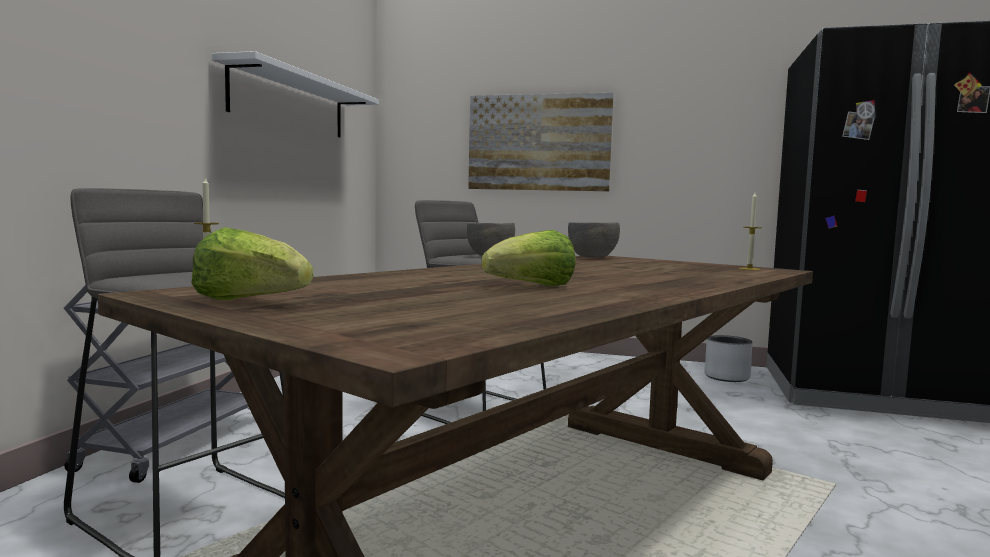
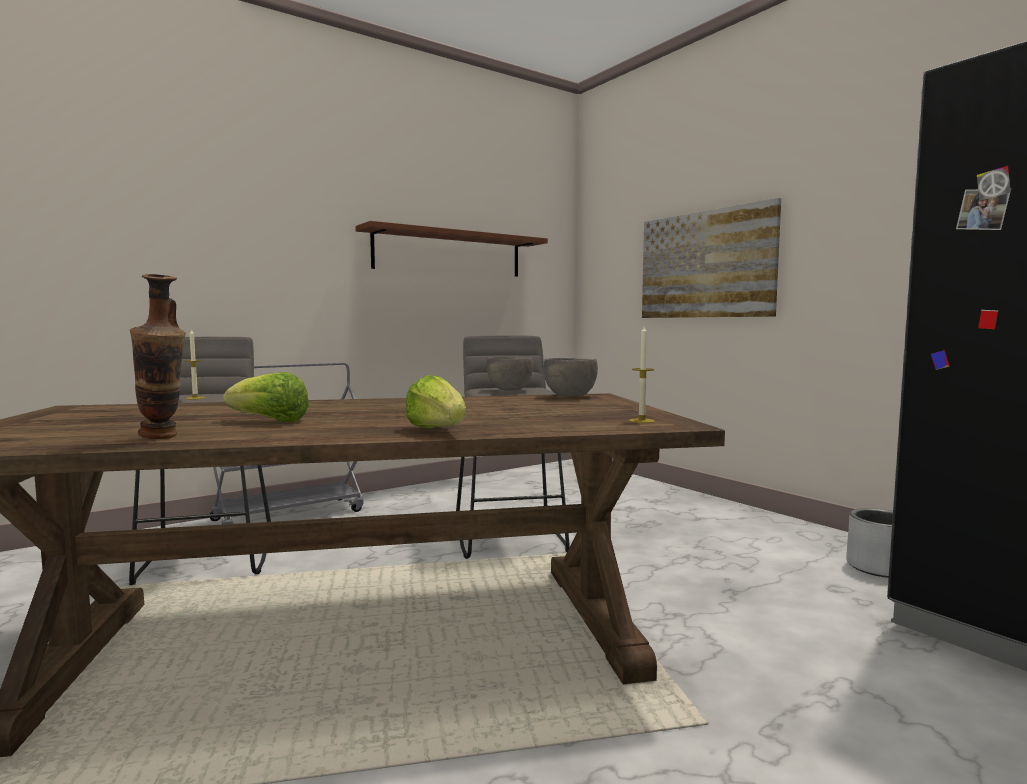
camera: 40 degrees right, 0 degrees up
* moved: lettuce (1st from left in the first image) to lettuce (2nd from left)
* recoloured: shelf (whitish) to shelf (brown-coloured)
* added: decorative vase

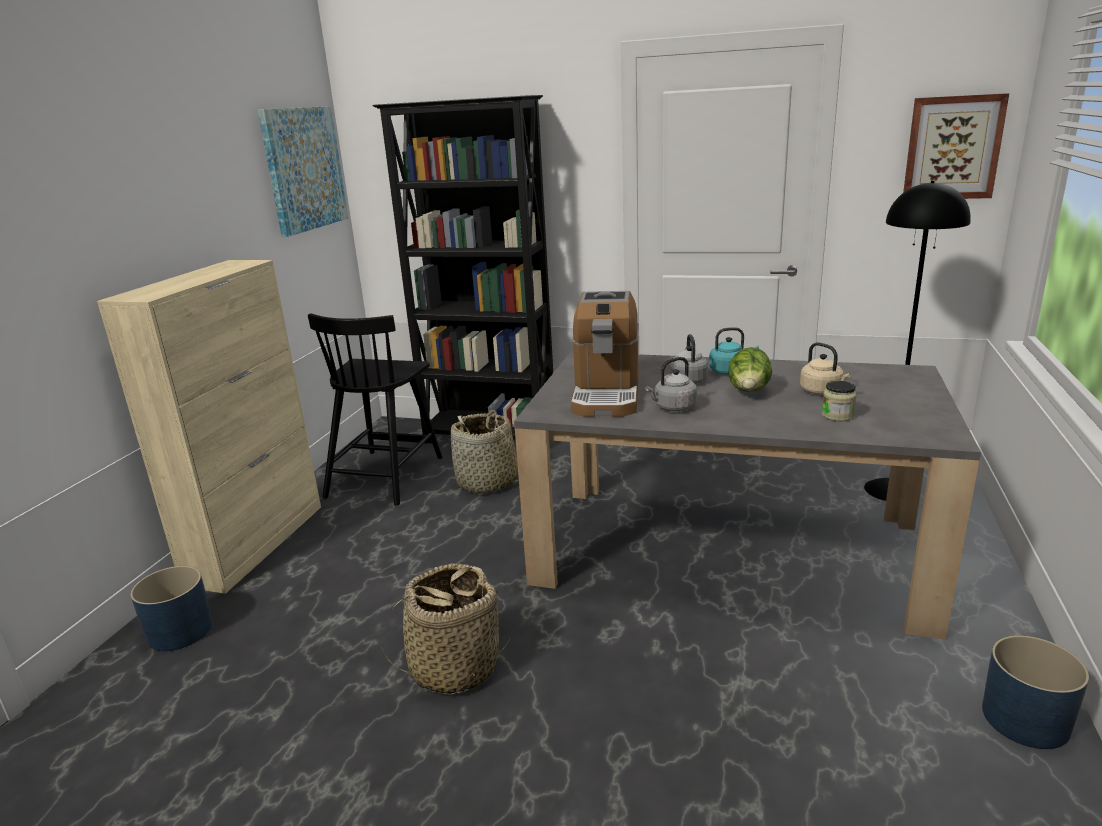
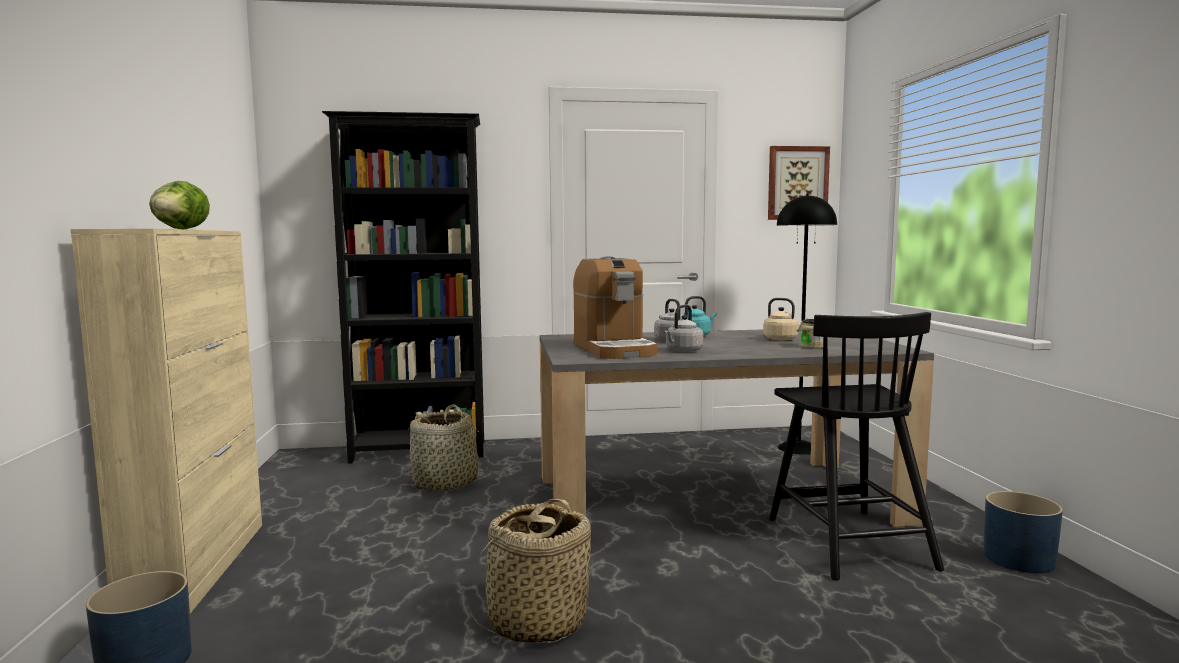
camera: 25 degrees left, 15 degrees down
* removed: wall picture (1st from left)
* moved: upright chair (blackish)
* moved: lettuce

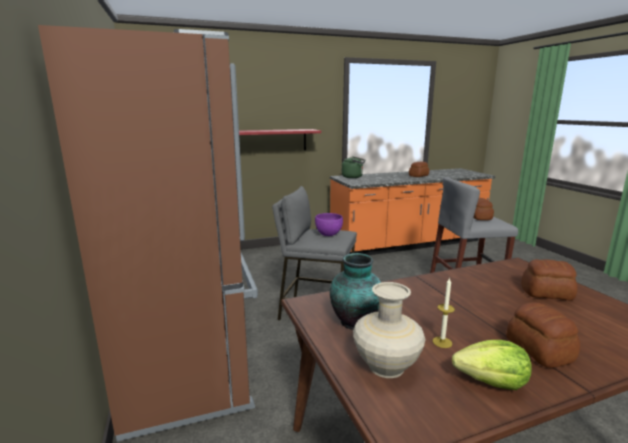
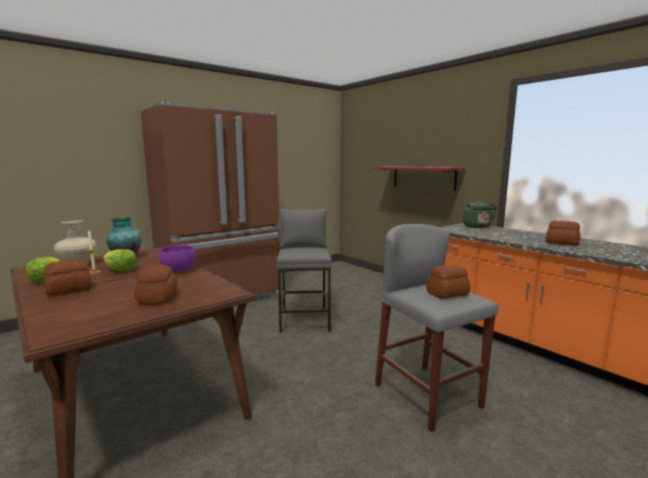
camera: 70 degrees right, 5 degrees down
* moved: deep dish (purple)
* added: lettuce (2nd from left)

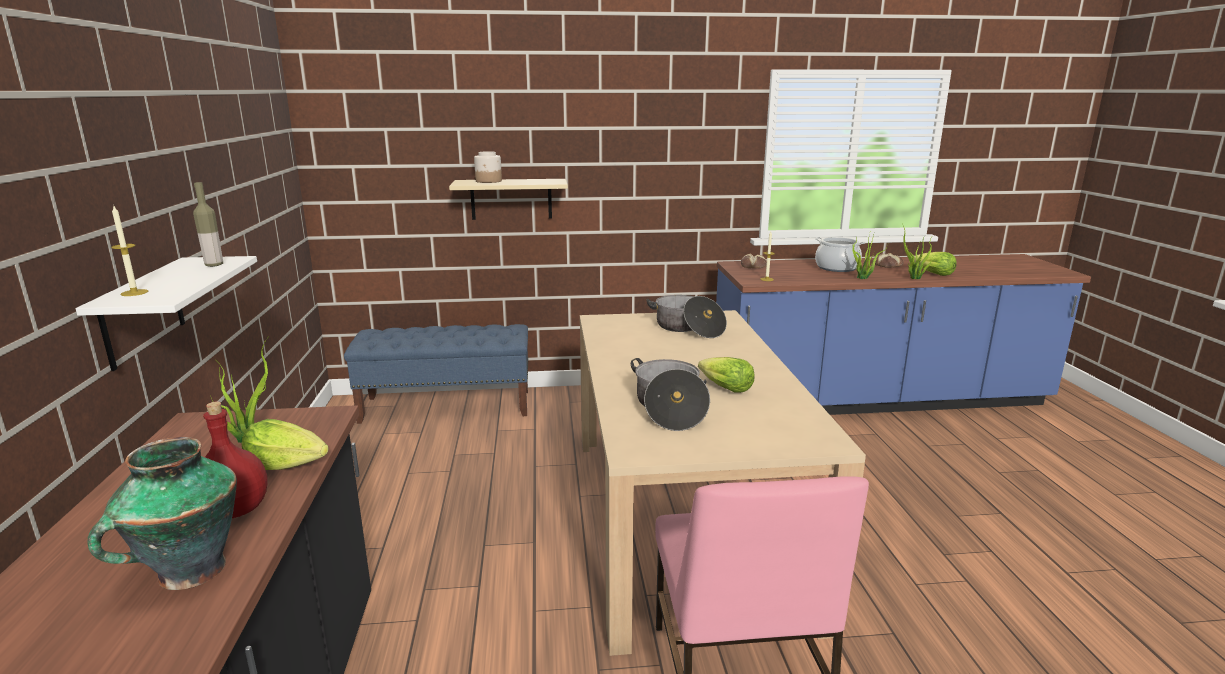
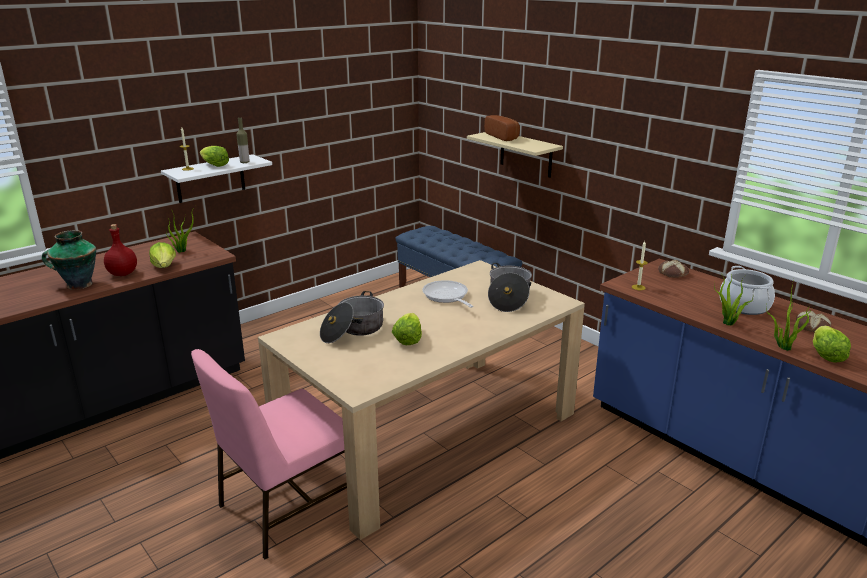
camera: 55 degrees right, 5 degrees up
* replaced: jar to bread (1st from left)
* added: lettuce (2nd from left)
* added: pan

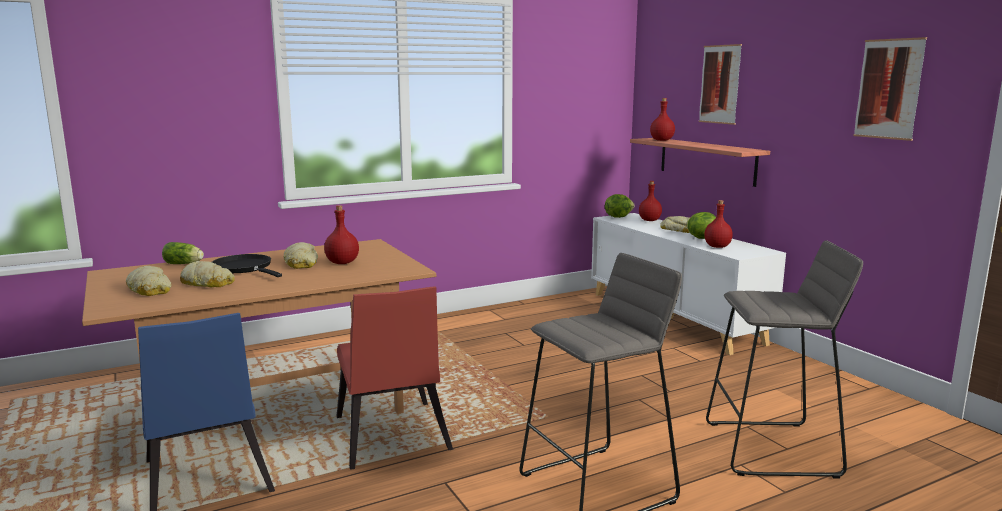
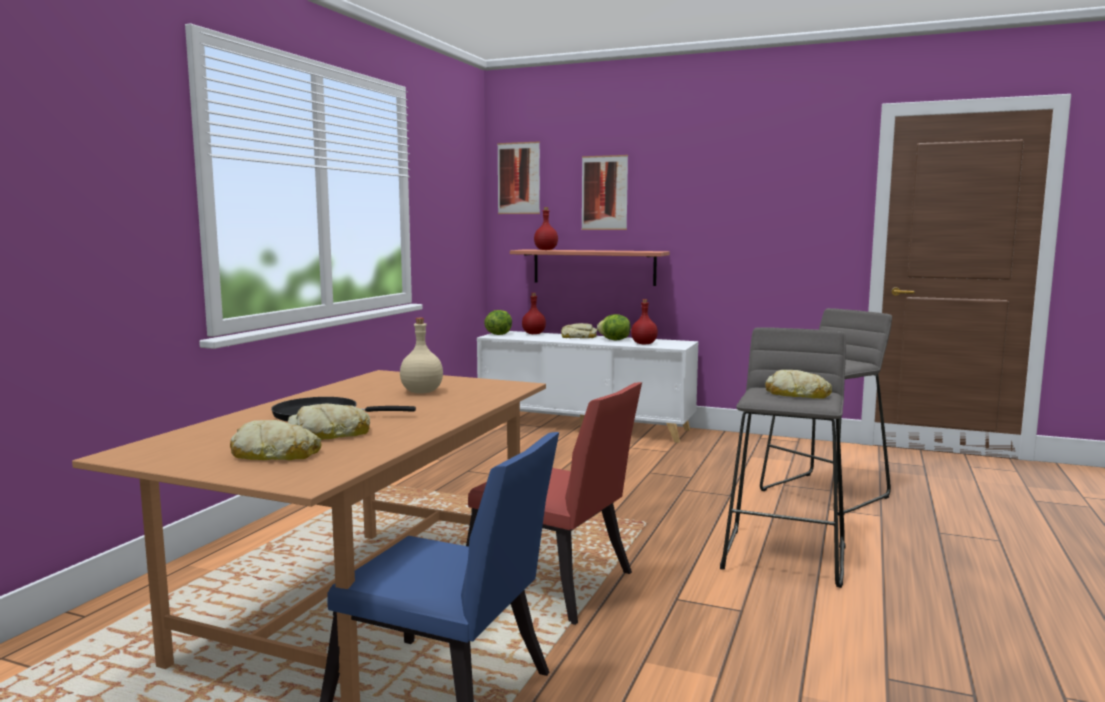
camera: 40 degrees left, 5 degrees down
* removed: lettuce (1st from left)
* moved: bread (3rd from left in the first image) to bread (4th from left)
* recoloured: beverage bottle (red) (1st from left) to beverage bottle (beige)
* moved: wall picture (2nd from left in the first image) to wall picture (1st from left)

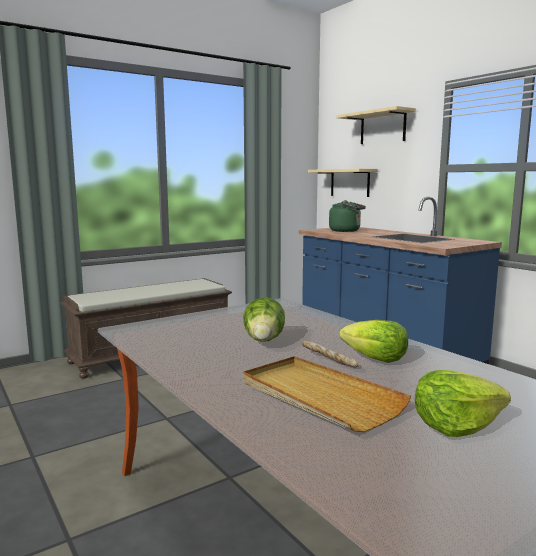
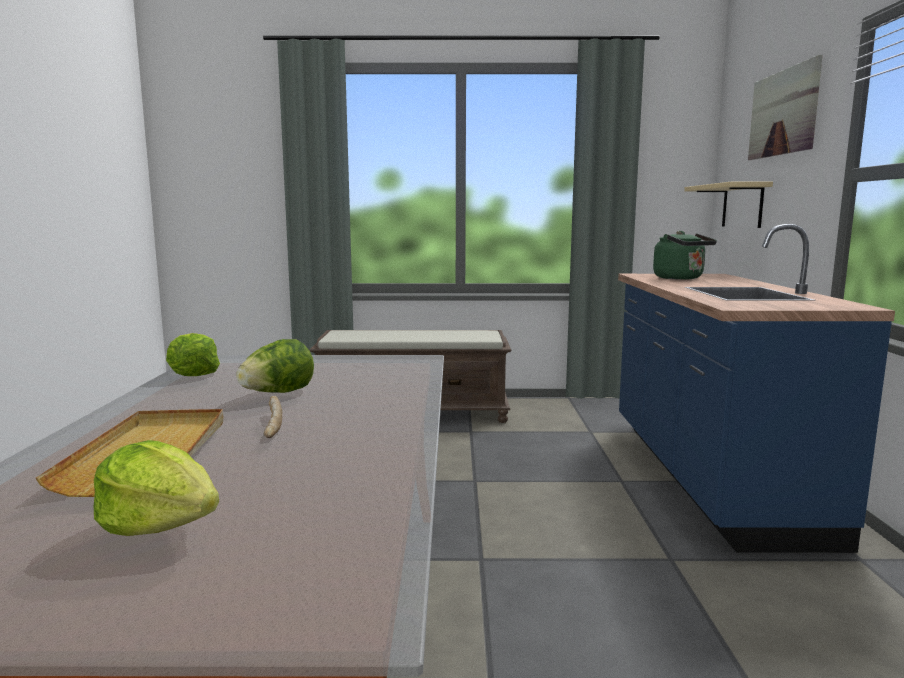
camera: 35 degrees right, 0 degrees up
* replaced: shelf (beige) (2nd from left) to wall picture
* moved: lettuce (2nd from left)

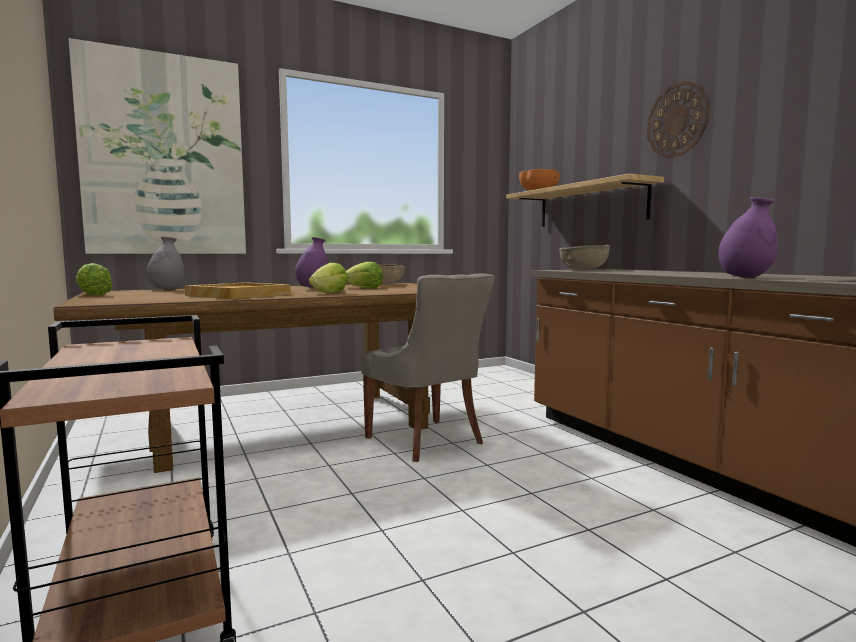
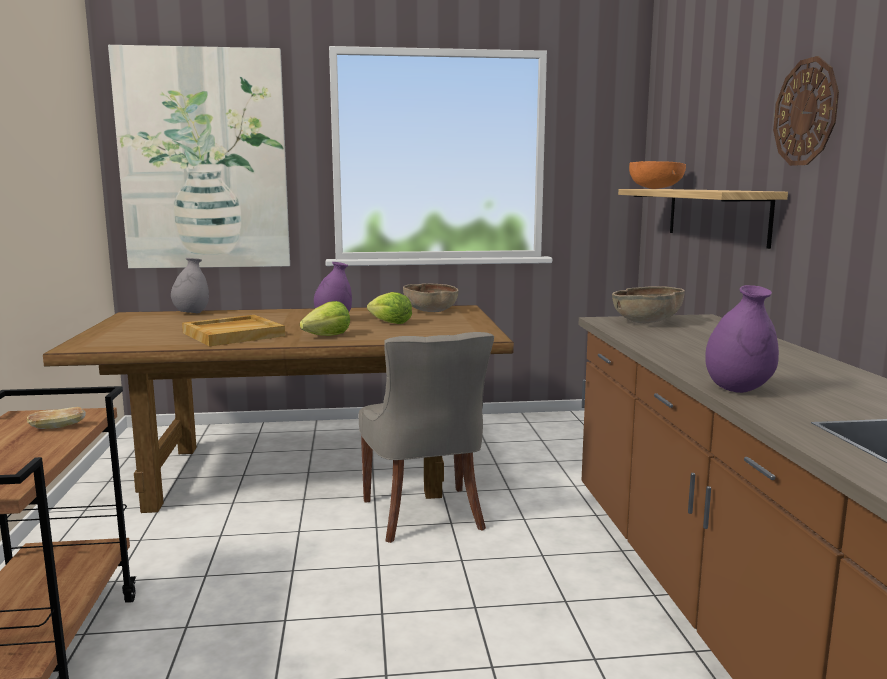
camera: 20 degrees right, 5 degrees up
* removed: lettuce (1st from left)
* added: bread

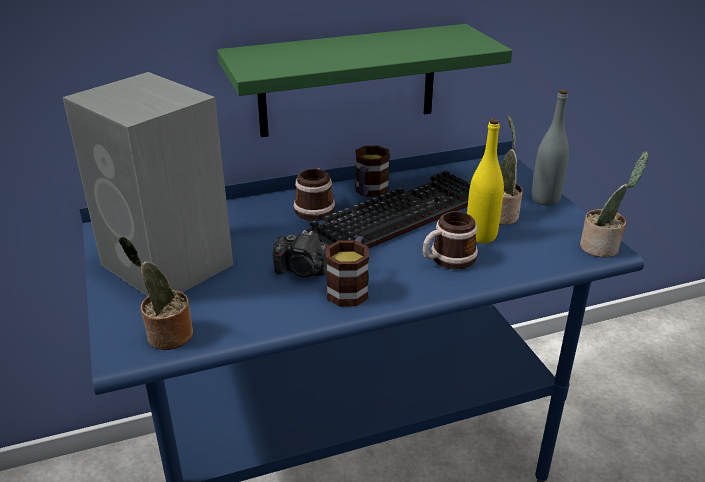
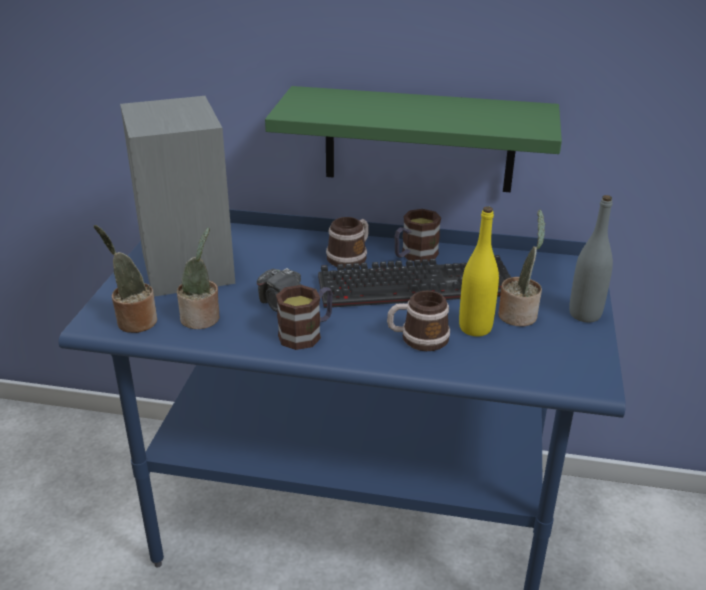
camera: 30 degrees right, 0 degrees up
* moved: potted plant (3rd from left in the first image) to potted plant (2nd from left)

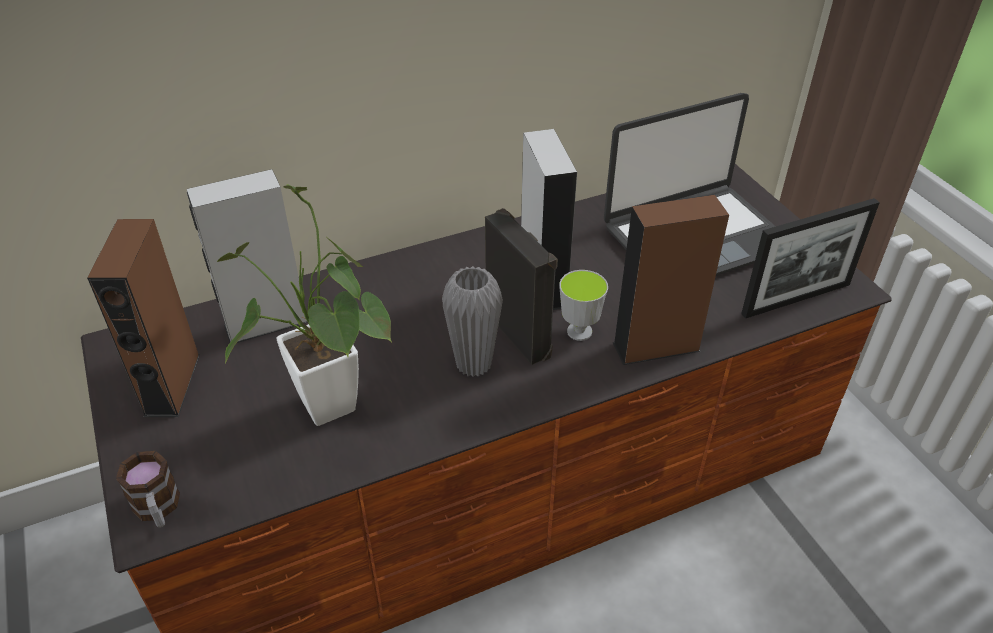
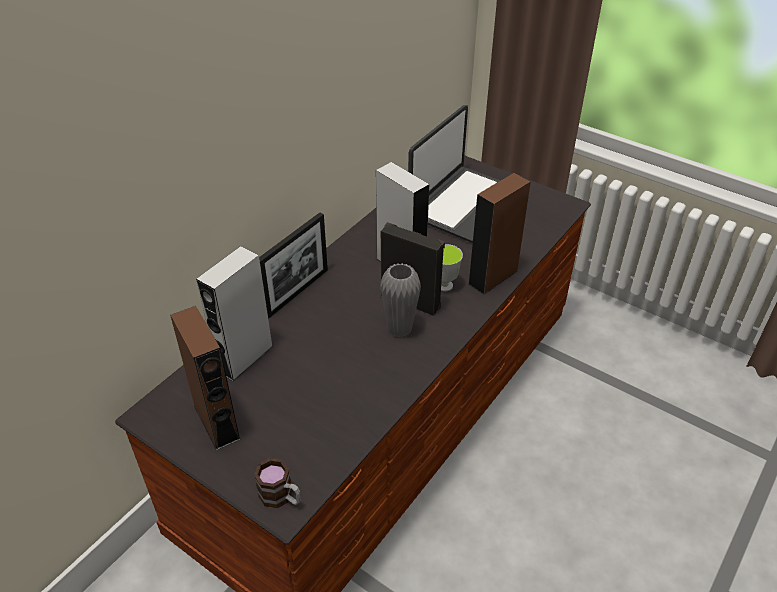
camera: 30 degrees left, 0 degrees up
* removed: potted plant
* moved: standing frame

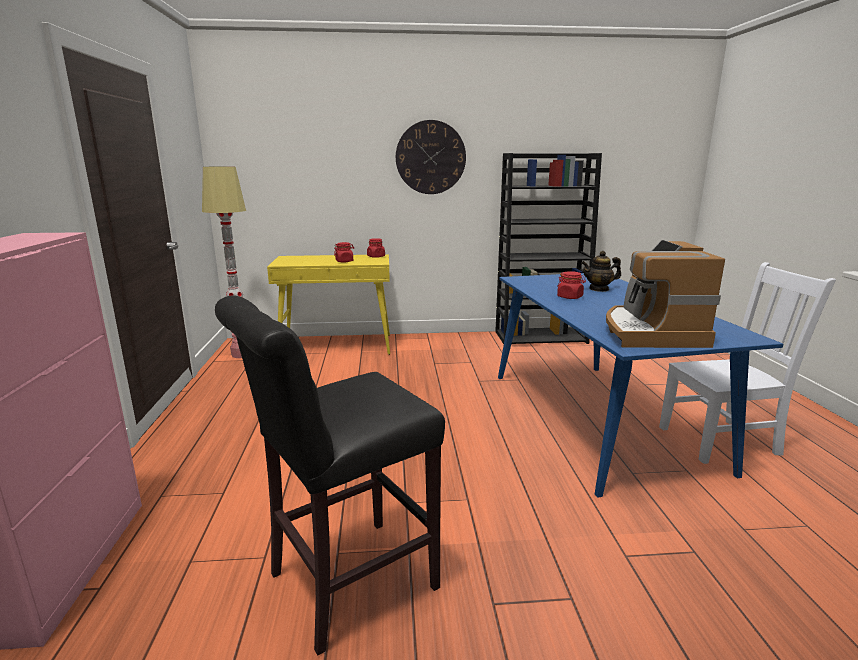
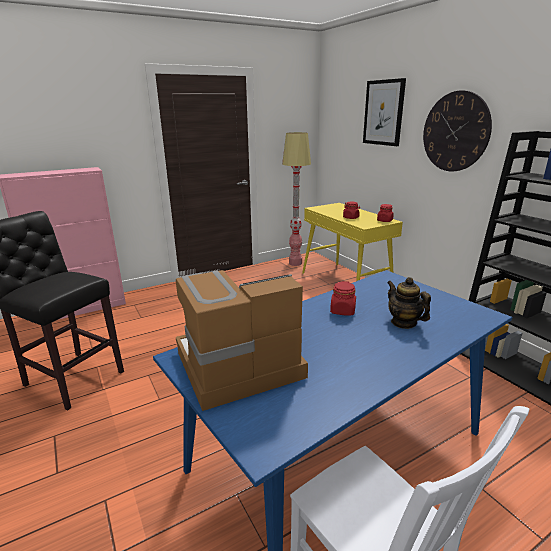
camera: 65 degrees right, 5 degrees up
* added: wall picture

